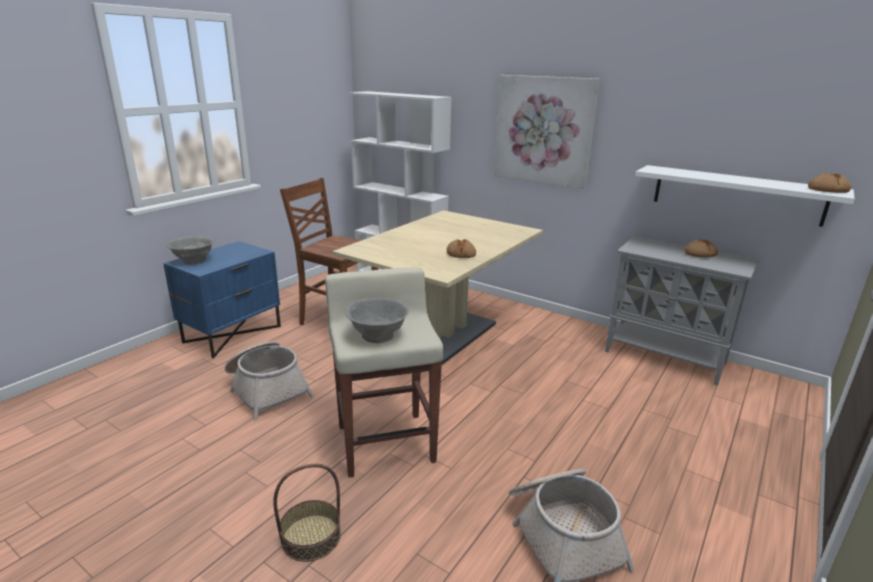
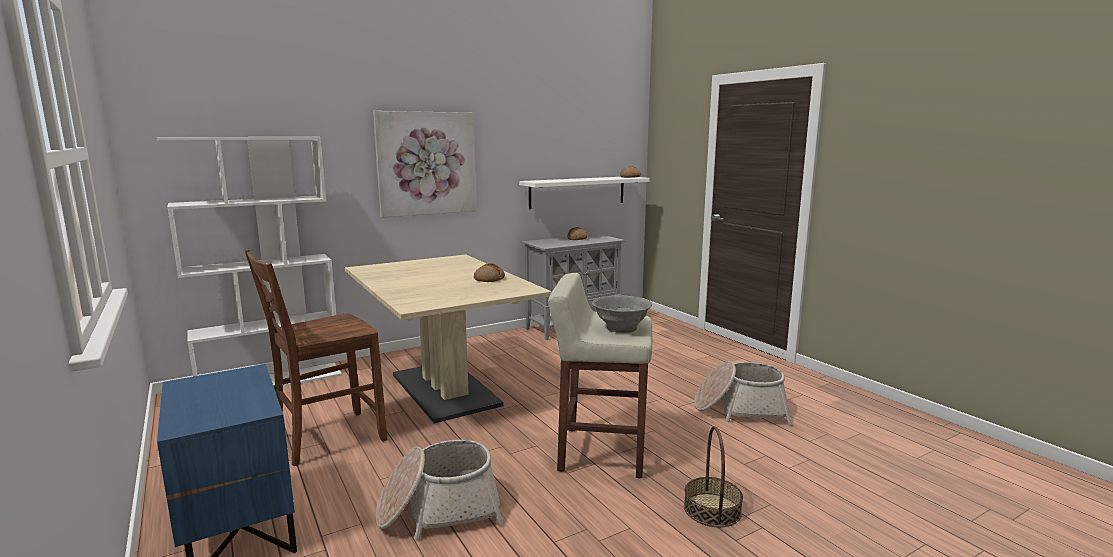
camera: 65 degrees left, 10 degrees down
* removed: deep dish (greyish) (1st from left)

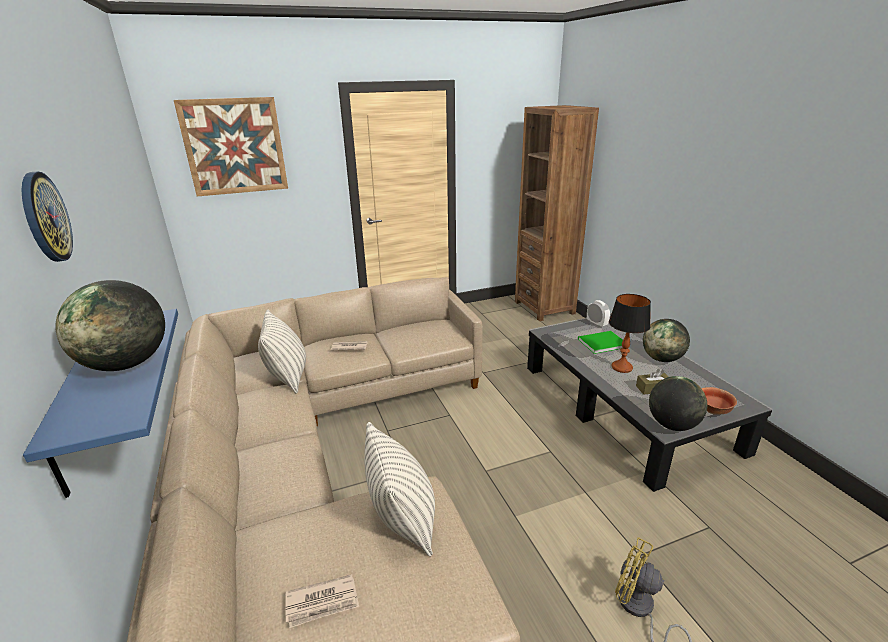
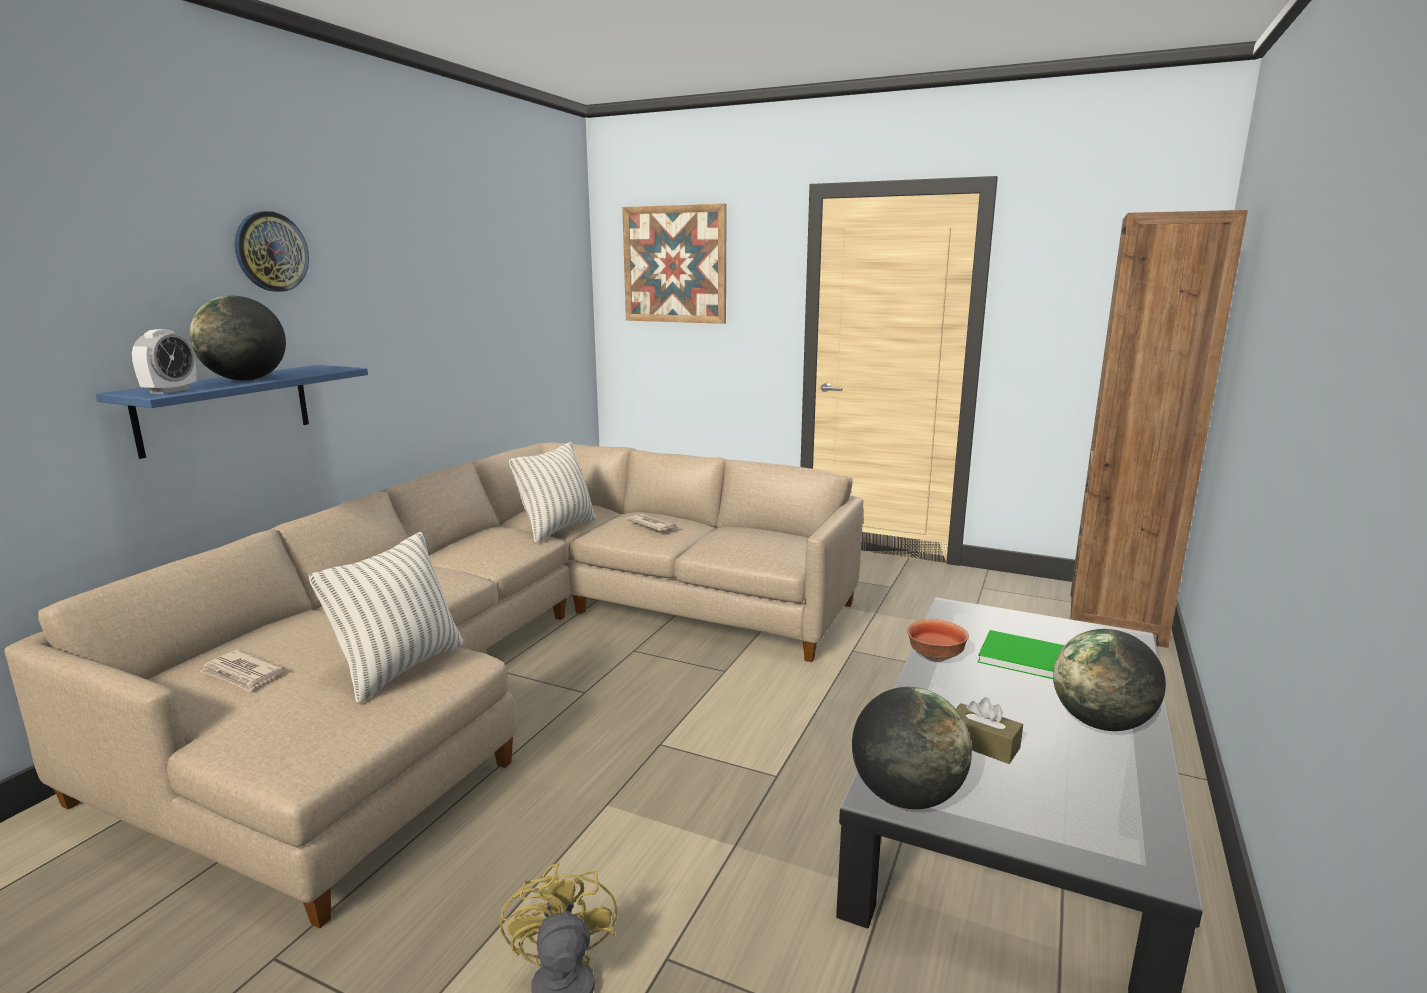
camera: 45 degrees right, 10 degrees down
* moved: alarm clock
* removed: lamp for a table
* moved: deep dish

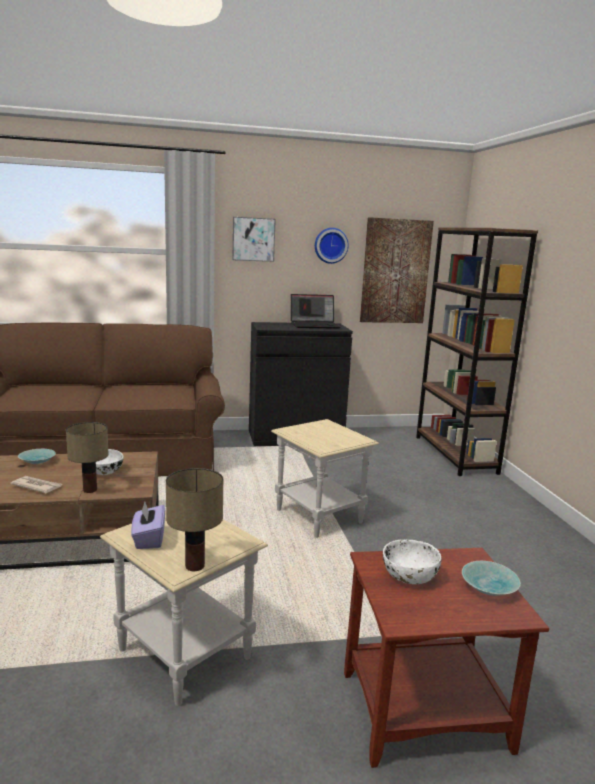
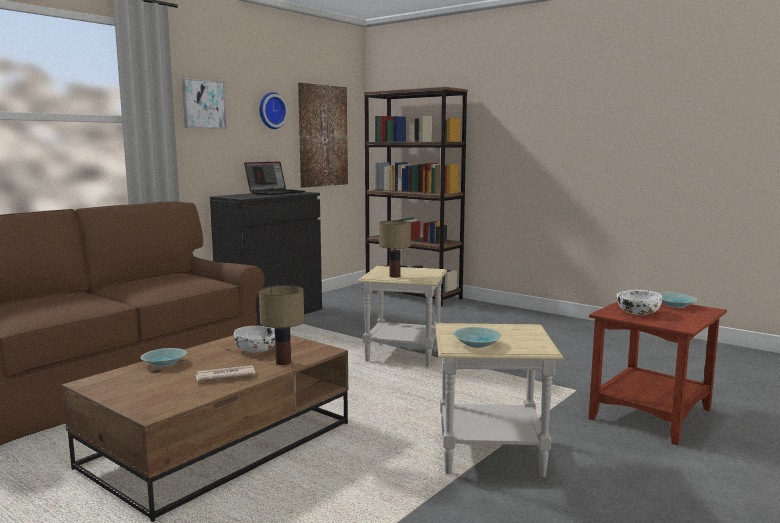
camera: 40 degrees left, 5 degrees down
* replaced: box of tissues (purple) to deep dish (turquoise-coloured) (2nd from left)
* moved: lamp for a table (2nd from left)

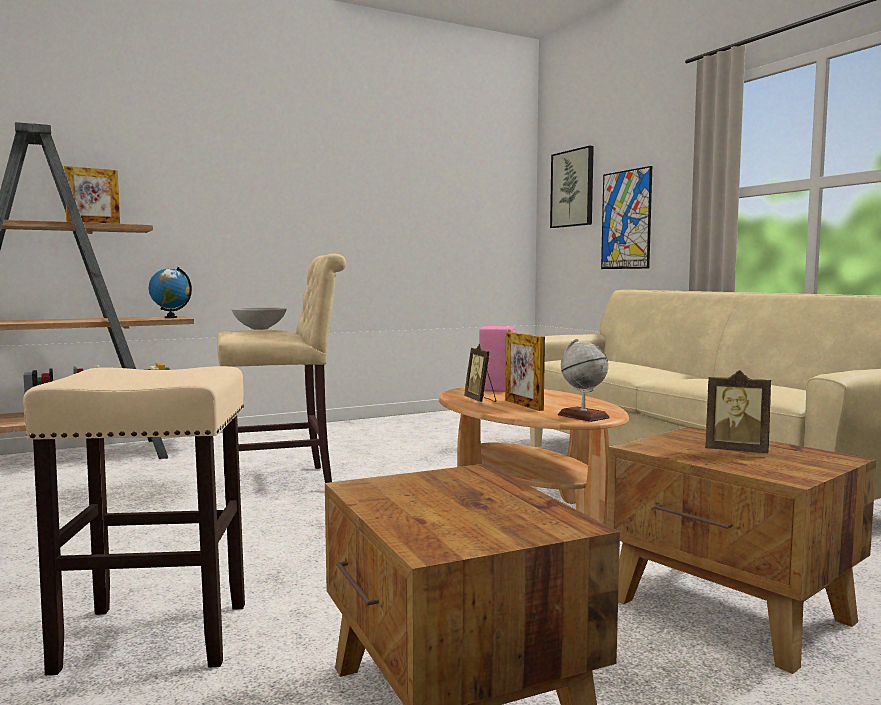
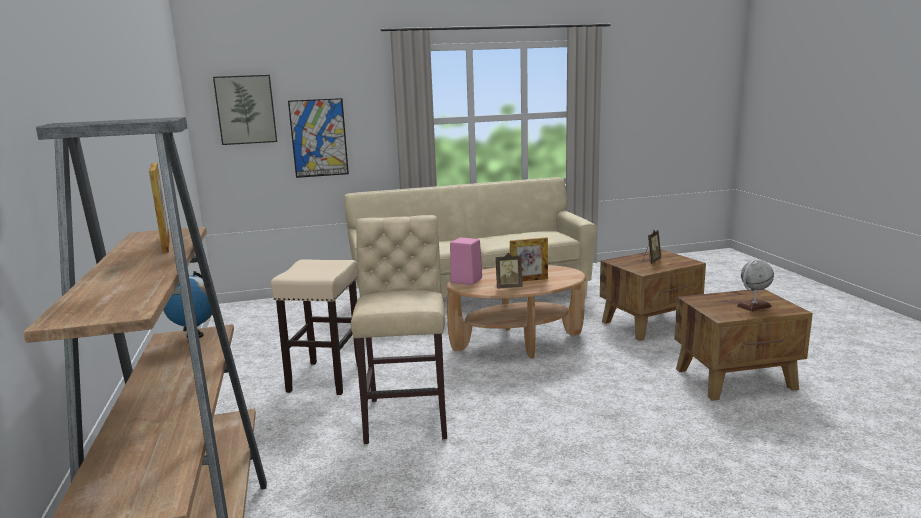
camera: 75 degrees left, 10 degrees up
* moved: sitting stool (beige) (1st from left)
* removed: deep dish (greyish)
* moved: globe (2nd from left)

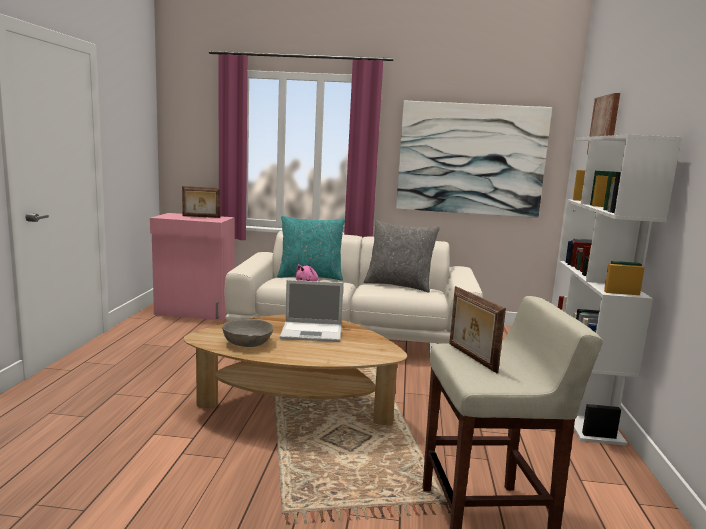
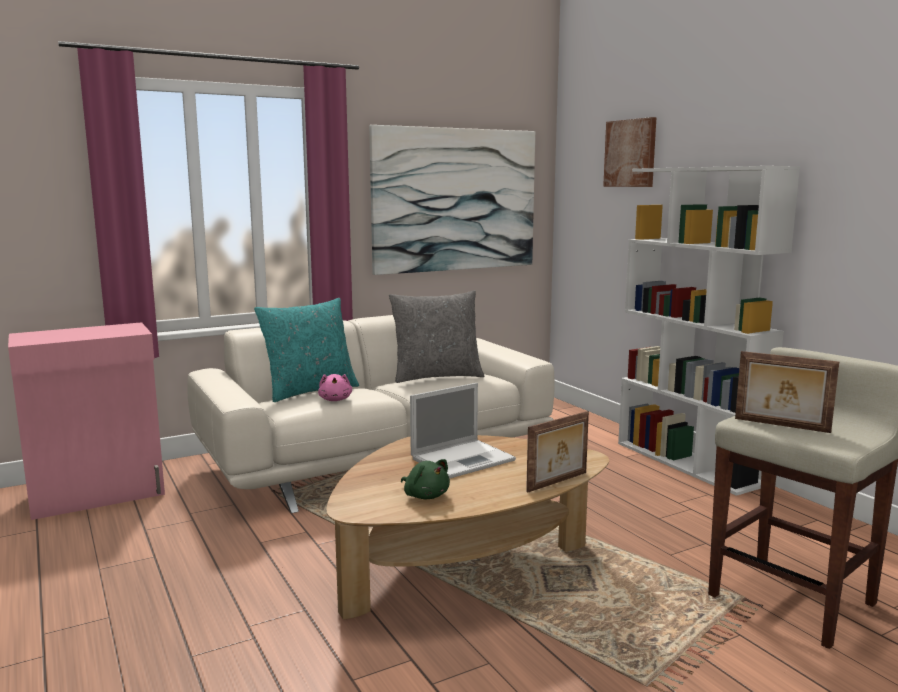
camera: 35 degrees left, 0 degrees up
* moved: standing frame (1st from left)
* replaced: deep dish (greyish) to plush toy (green-coloured)

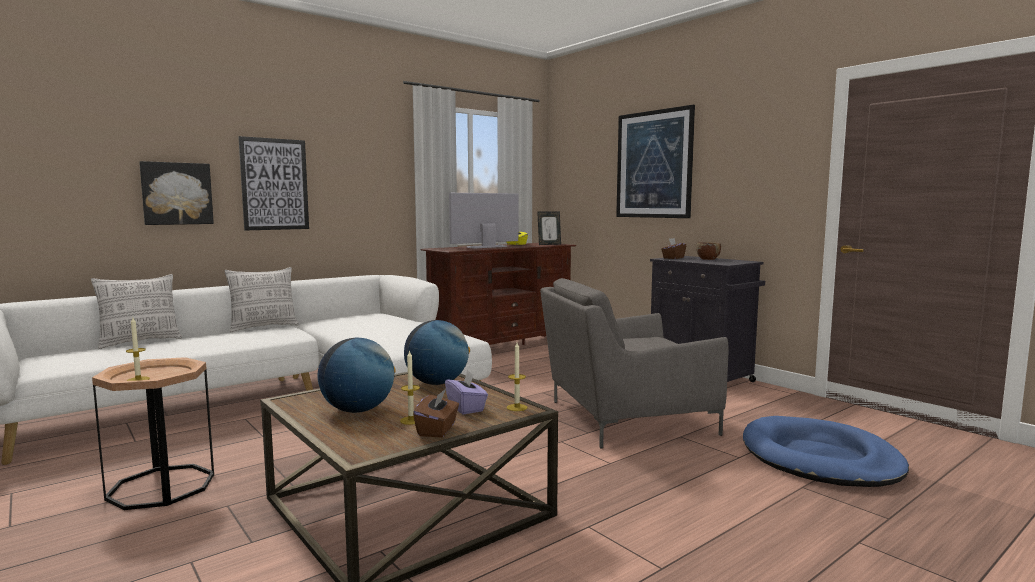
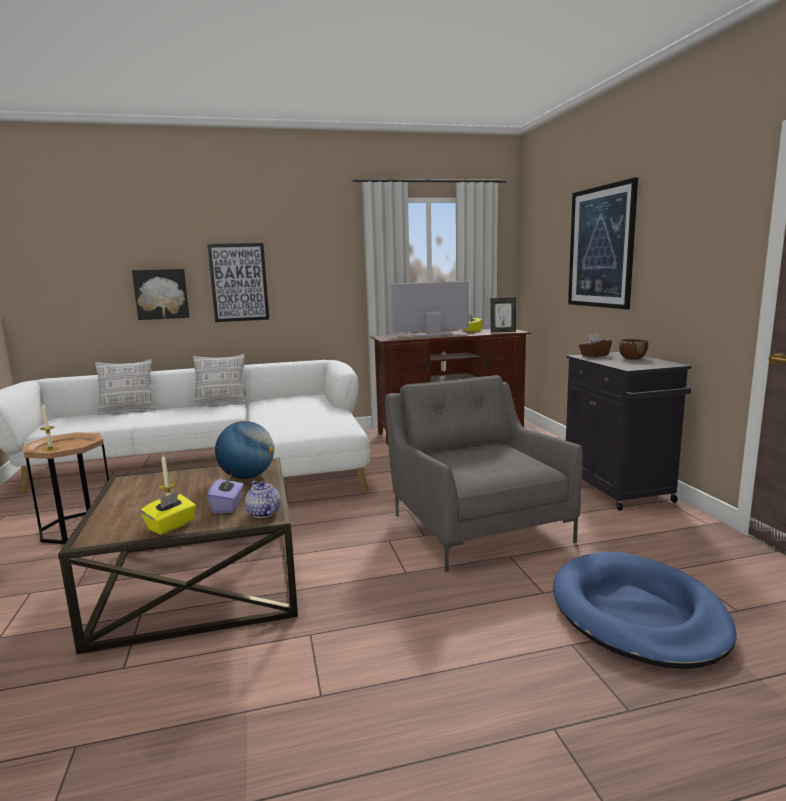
camera: 25 degrees right, 5 degrees up
* removed: globe (1st from left)
* recoloured: box of tissues (brown-coloured) (1st from left) to box of tissues (yellow-coloured) (1st from left)
* replaced: wax candle (3rd from left) to tea pot
* turned: lounge chair (greyish) 60 degrees clockwise

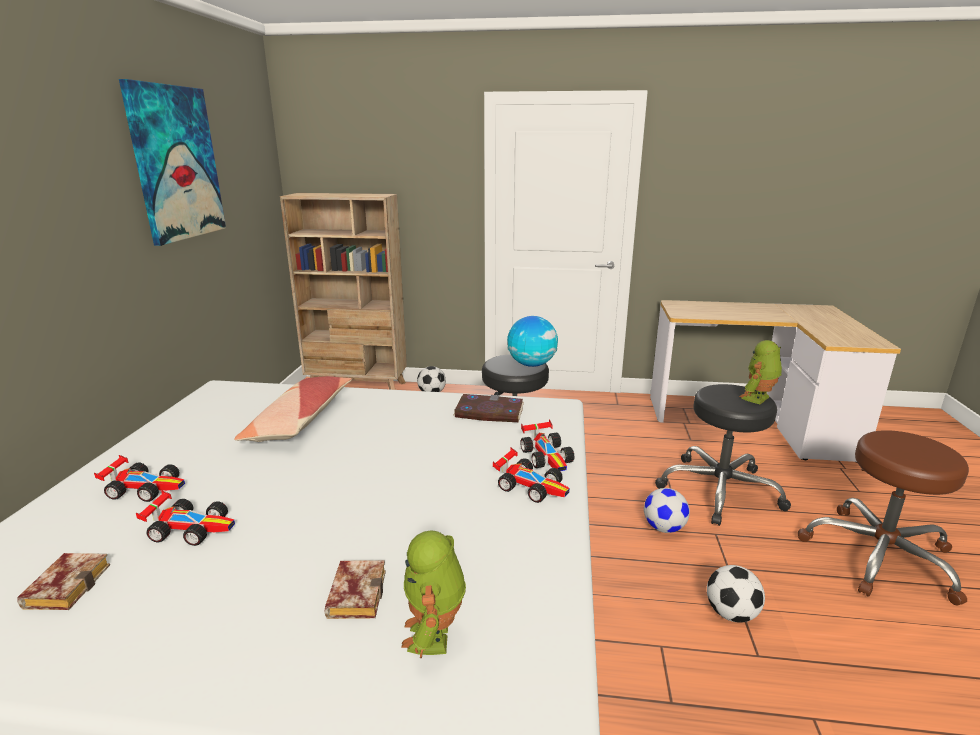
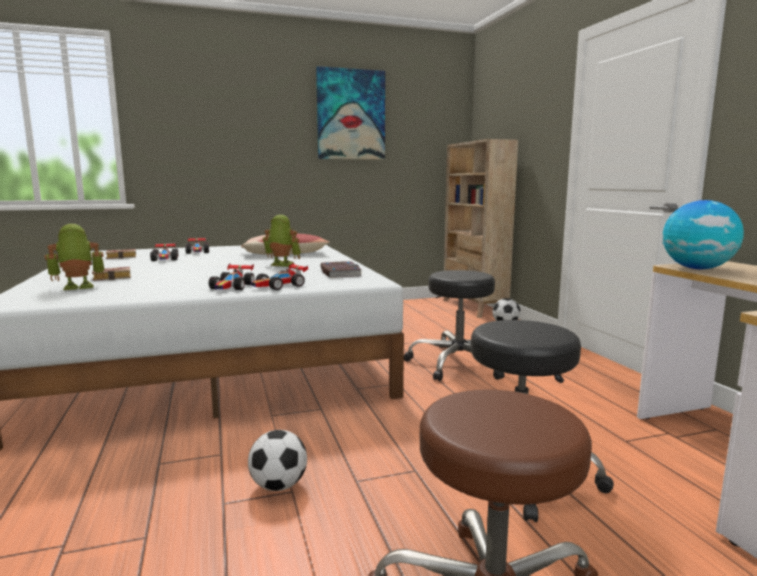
camera: 65 degrees right, 10 degrees down
* moved: globe
* removed: football ball (2nd from left)
* moved: model robot (2nd from left)

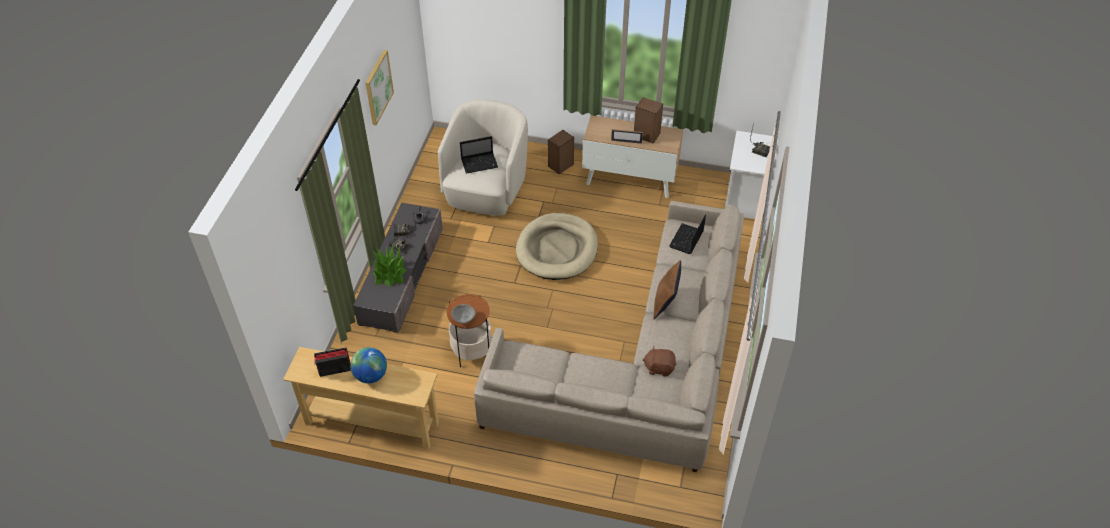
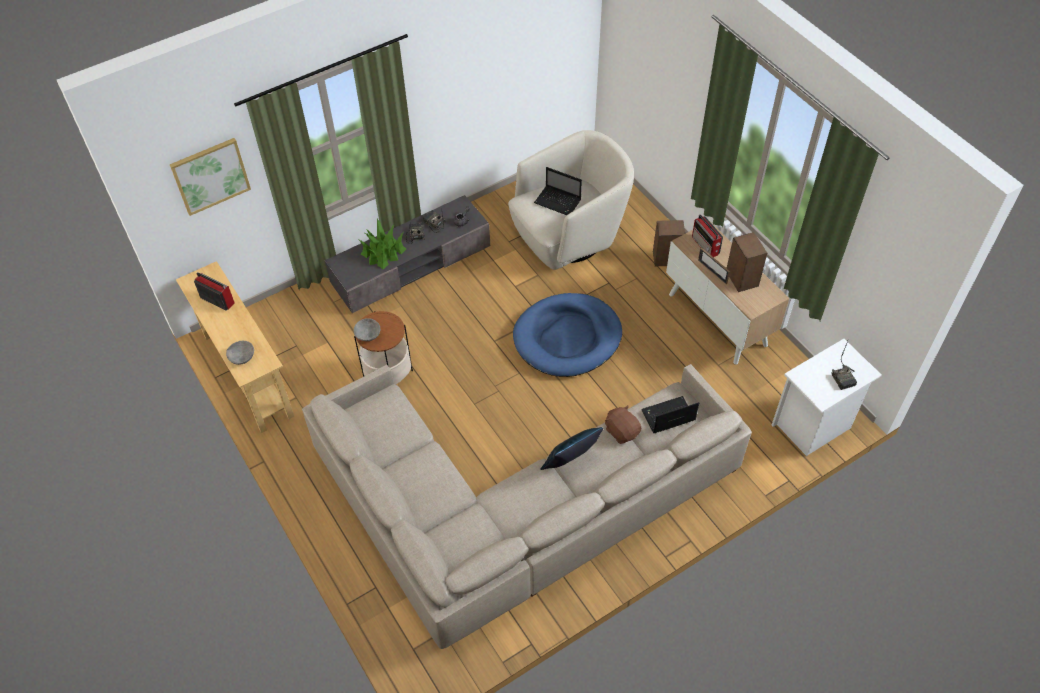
camera: 45 degrees right, 5 degrees up
* removed: globe
* moved: wall picture
* recoloured: dog bed (beige) to dog bed (blue)
* moved: plush toy (brown-coloured)
* recoloured: cushion (brown-coloured) to cushion (blue)
* added: deep dish (greyish) (1st from left)
* added: radio (4th from left)

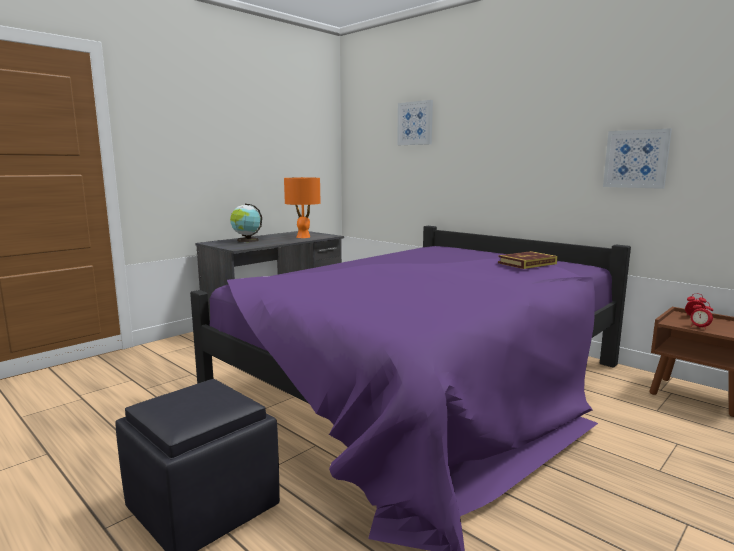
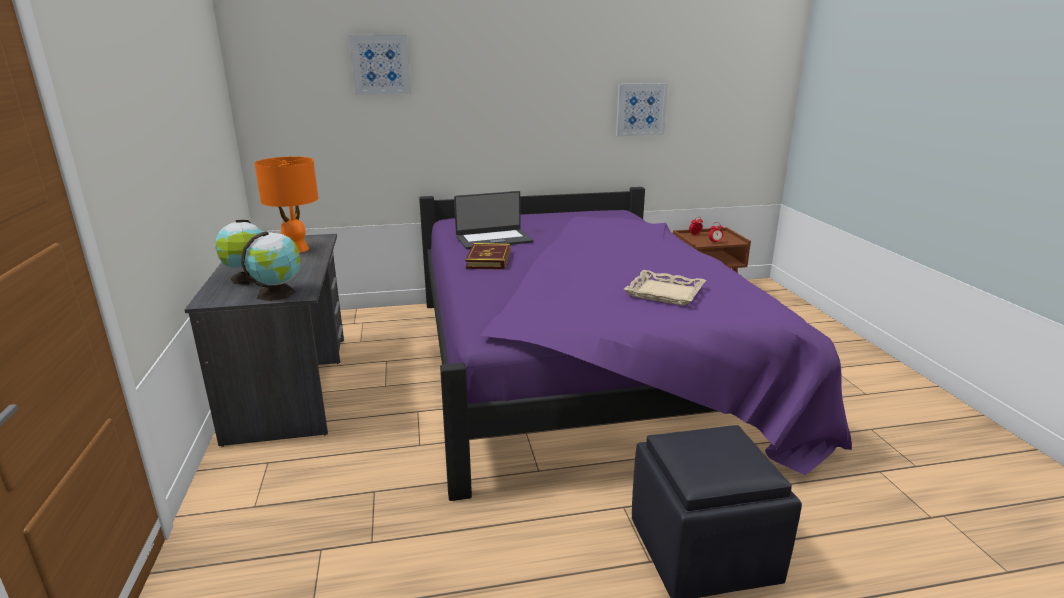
camera: 55 degrees left, 10 degrees up
* moved: bound book
* added: globe (2nd from left)
* added: portable computer
* added: serving tray (beige)

